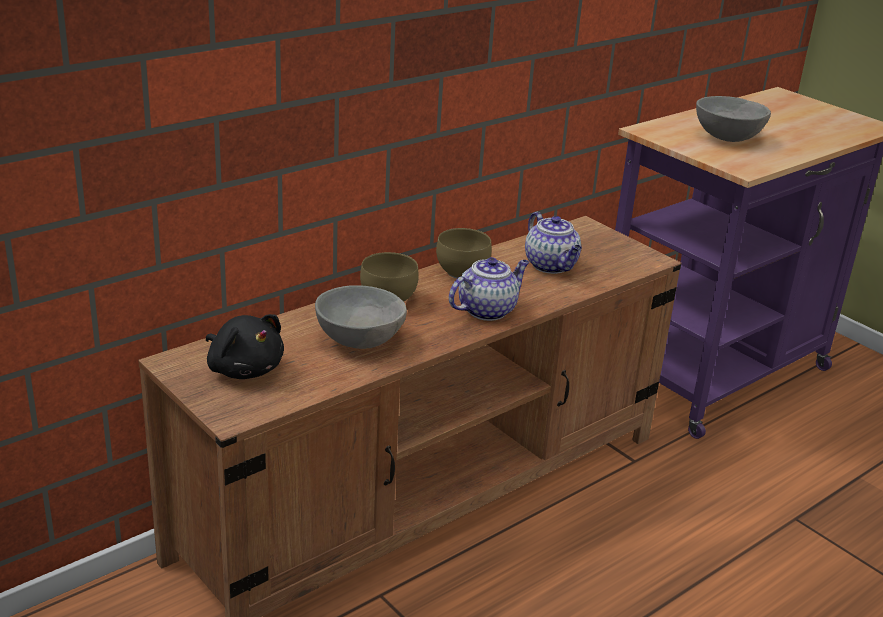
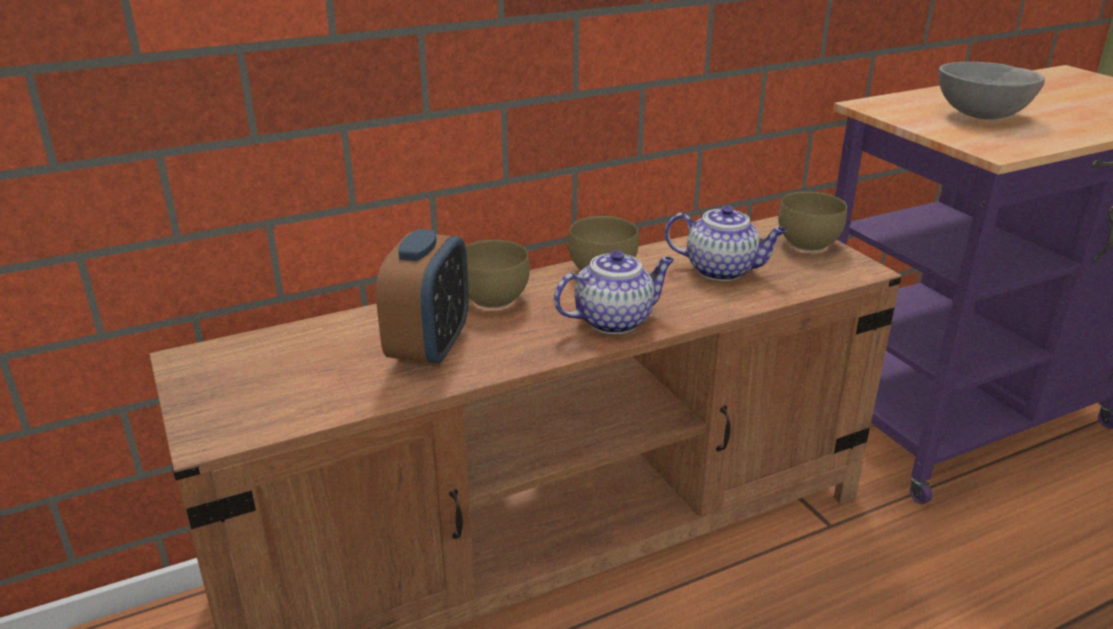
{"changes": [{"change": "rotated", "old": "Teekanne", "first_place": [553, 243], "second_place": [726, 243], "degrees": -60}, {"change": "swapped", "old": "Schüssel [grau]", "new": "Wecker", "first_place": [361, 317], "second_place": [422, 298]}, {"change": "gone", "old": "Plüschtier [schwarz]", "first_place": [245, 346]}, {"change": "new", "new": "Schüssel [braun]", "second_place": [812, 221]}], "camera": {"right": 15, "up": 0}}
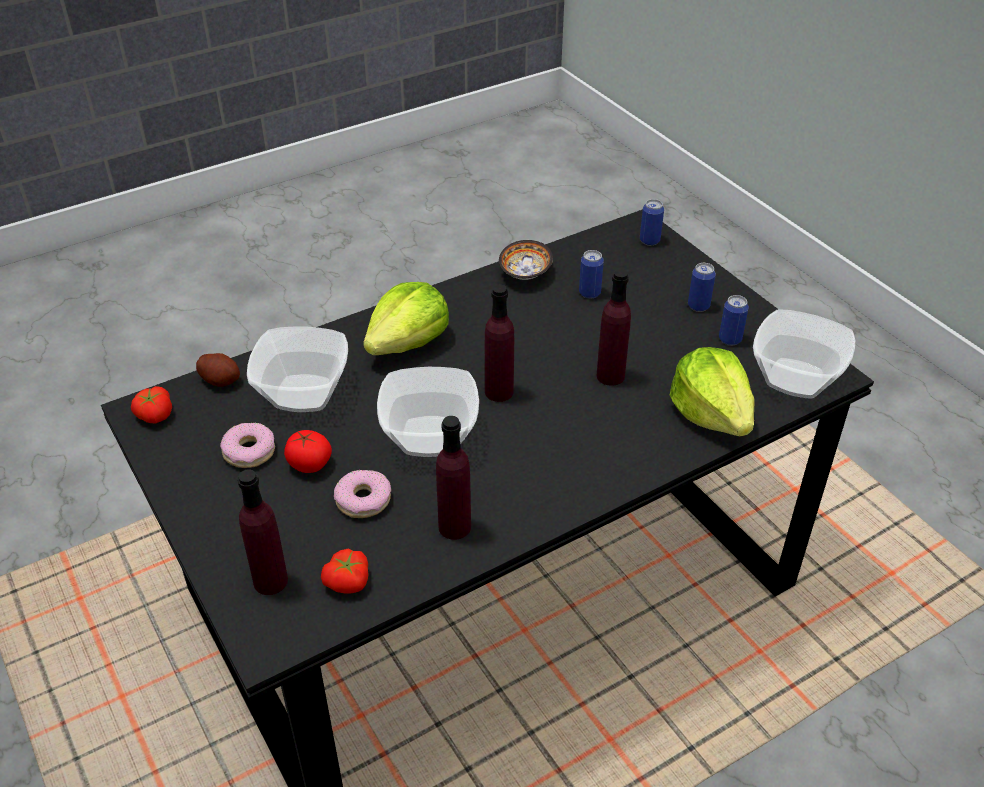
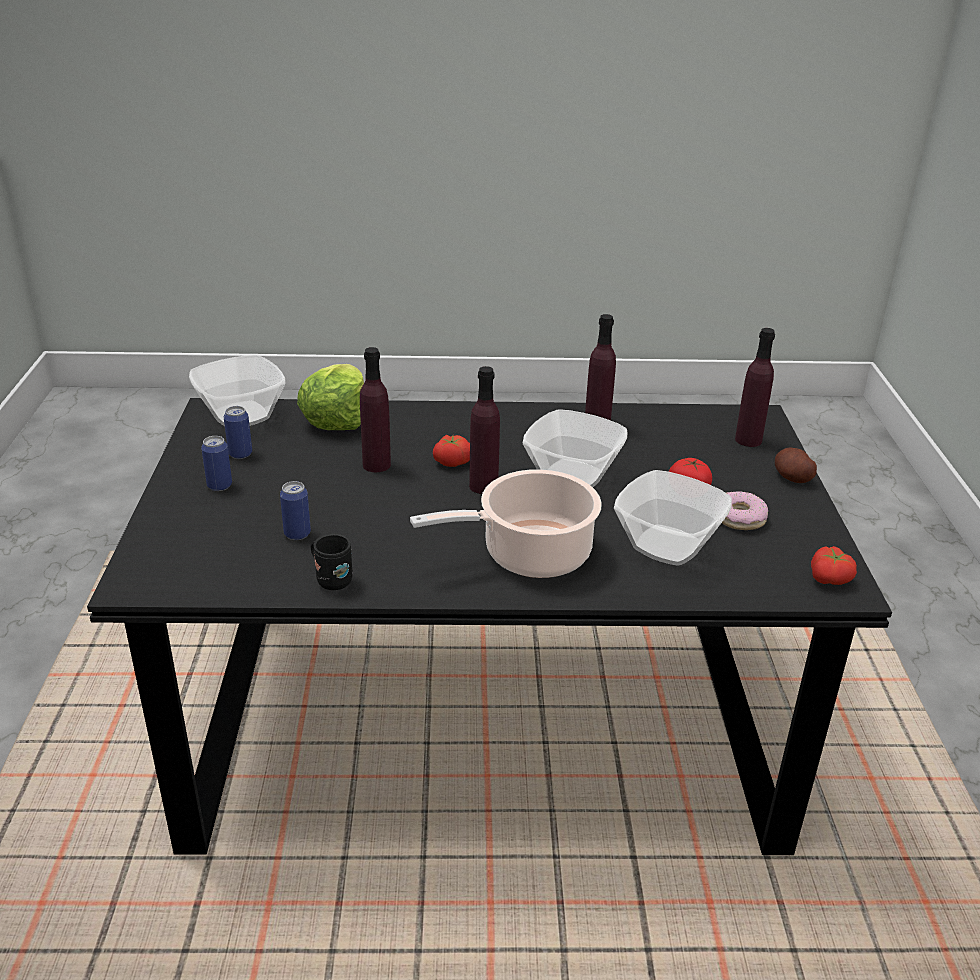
{"changes": [{"change": "gone", "old": "Dose", "first_place": [652, 222]}, {"change": "swapped", "old": "Schüssel", "new": "Henkelbecher [schwarz]", "first_place": [526, 260], "second_place": [332, 562]}, {"change": "swapped", "old": "Salatkopf", "new": "Kochtopf", "first_place": [406, 318], "second_place": [506, 523]}, {"change": "shifted", "old": "Kartoffel", "first_place": [218, 370], "second_place": [796, 465]}, {"change": "gone", "old": "Donut", "first_place": [362, 494]}, {"change": "shifted", "old": "Tomate", "first_place": [345, 571], "second_place": [451, 451]}], "camera": {"right": -150, "up": -10}}
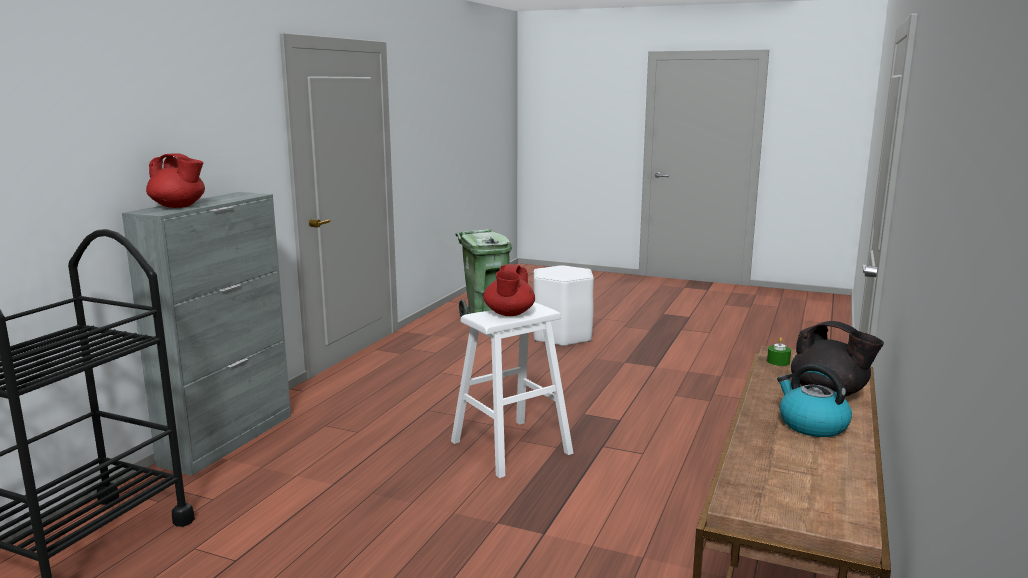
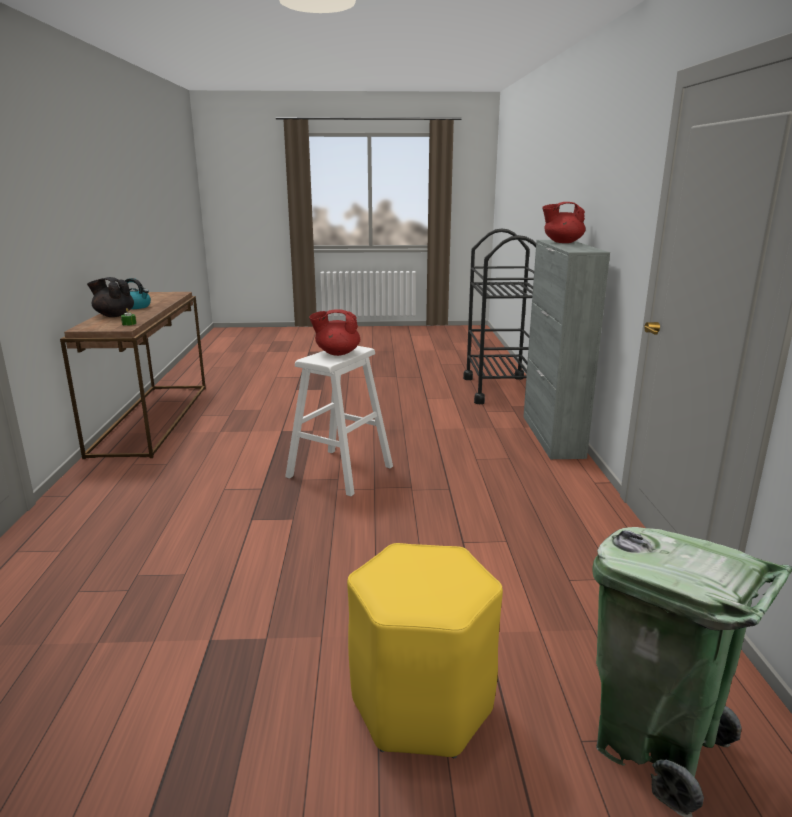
{"changes": [{"change": "rotated", "old": "Teekanne [rot]", "first_place": [509, 290], "second_place": [334, 332], "degrees": -75}, {"change": "repainted", "old": "Hocker [weiß]", "new": "Hocker [gelb]", "first_place": [563, 306], "second_place": [425, 650]}], "camera": {"right": 155, "up": 5}}
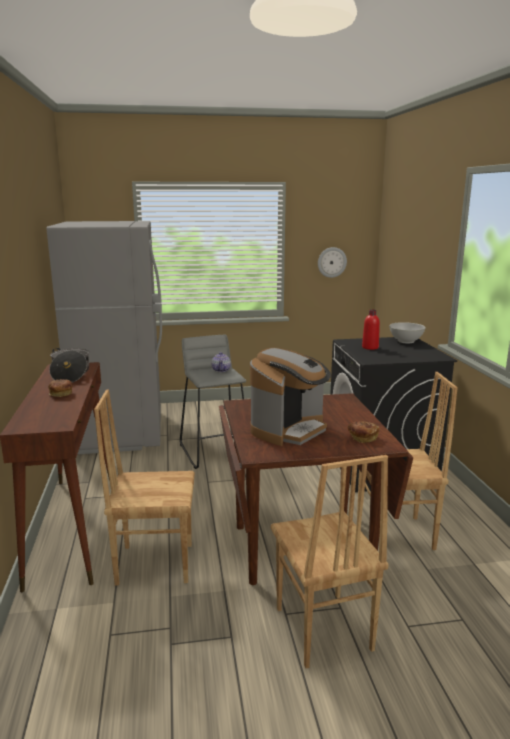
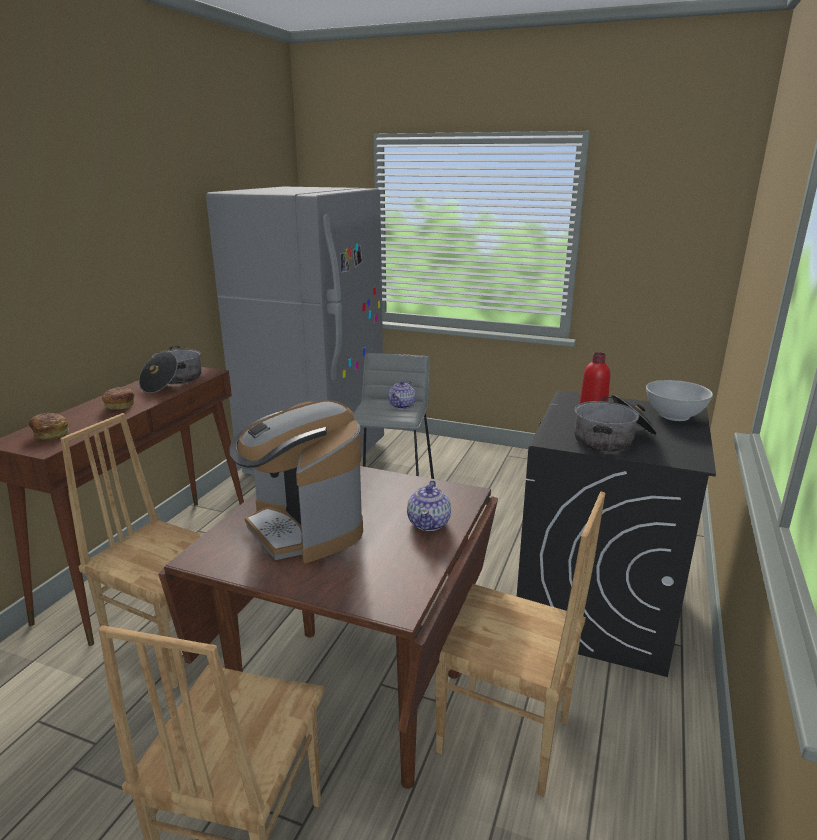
{"changes": [{"change": "gone", "old": "Wanduhr", "first_place": [332, 262]}, {"change": "rotated", "old": "Kaffeemaschine", "first_place": [290, 397], "second_place": [296, 481], "degrees": 75}, {"change": "shifted", "old": "Brot", "first_place": [363, 432], "second_place": [49, 426]}, {"change": "new", "new": "Kochtopf", "second_place": [615, 423]}, {"change": "new", "new": "Teekanne", "second_place": [429, 505]}], "camera": {"right": 30, "up": 5}}
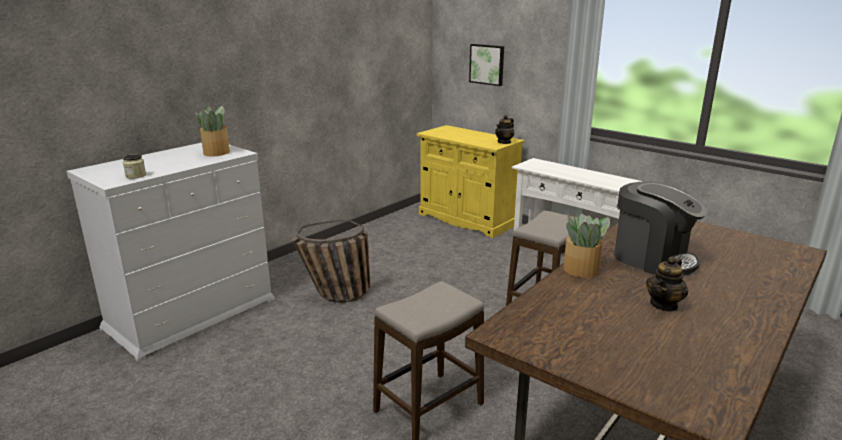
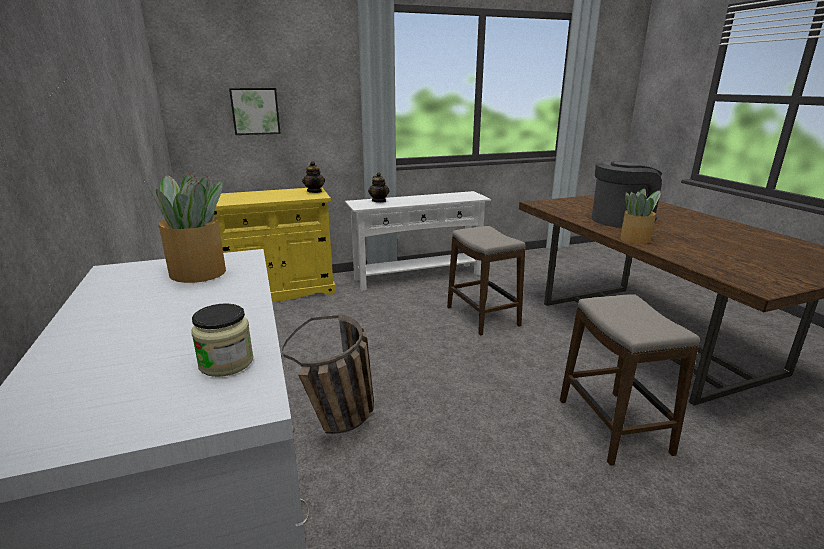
{"changes": [{"change": "shifted", "old": "Teekanne", "first_place": [667, 284], "second_place": [378, 187]}], "camera": {"right": -60, "up": 0}}
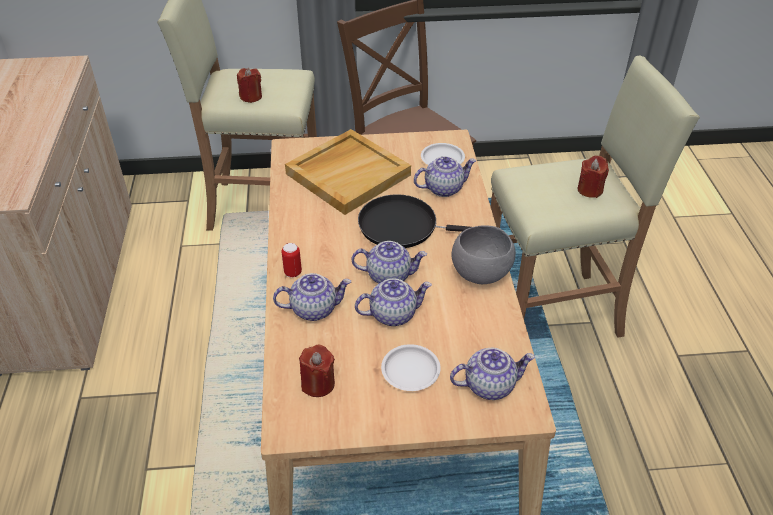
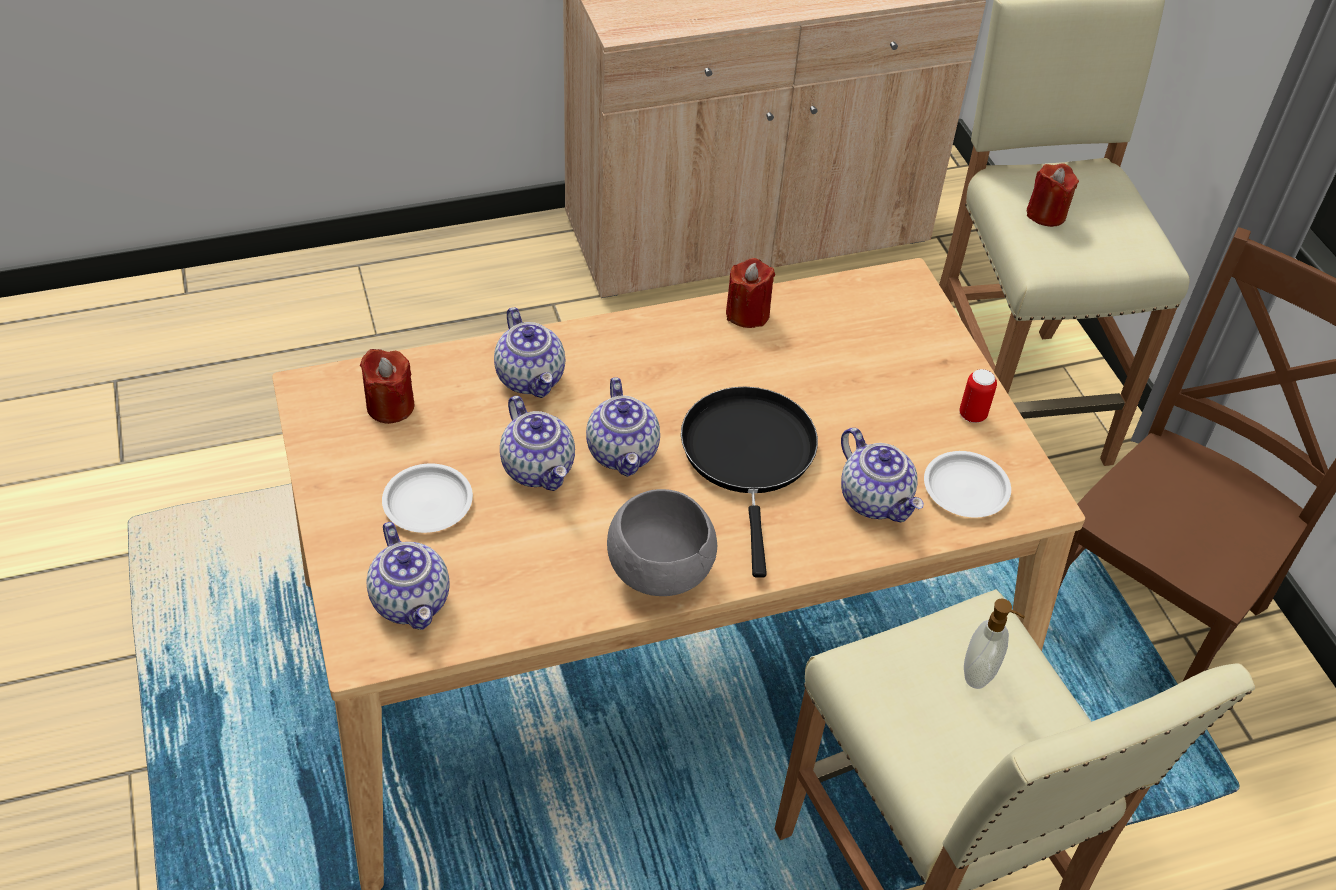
{"changes": [{"change": "gone", "old": "Tablett [beige]", "first_place": [348, 172]}, {"change": "shifted", "old": "Kerze [rot]", "first_place": [593, 176], "second_place": [750, 293]}, {"change": "shifted", "old": "Dose", "first_place": [291, 260], "second_place": [978, 396]}, {"change": "new", "new": "Seifenspender", "second_place": [994, 644]}], "camera": {"right": 75, "up": 5}}
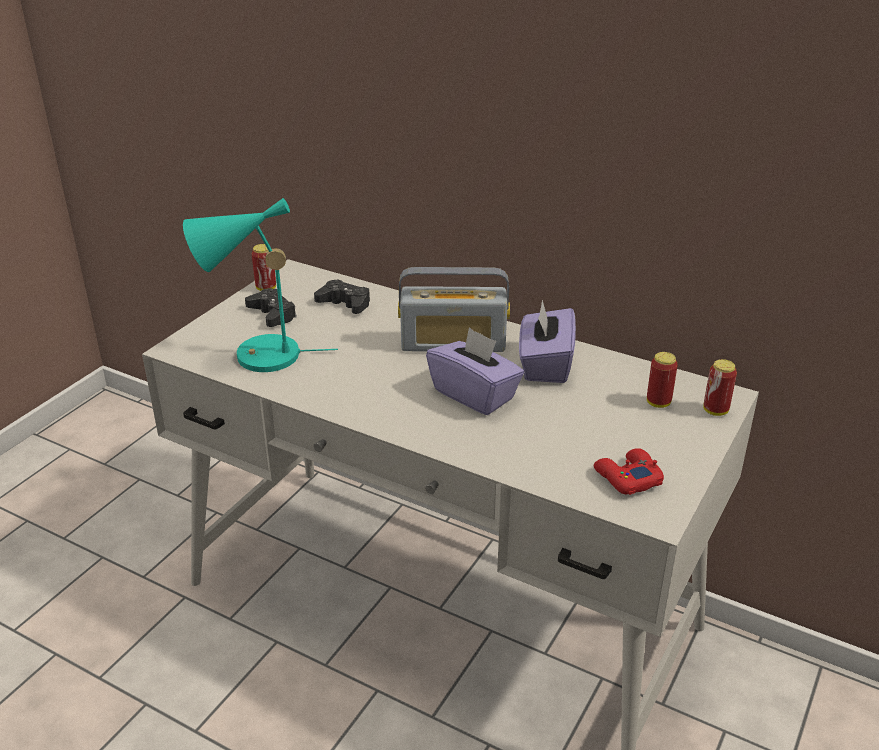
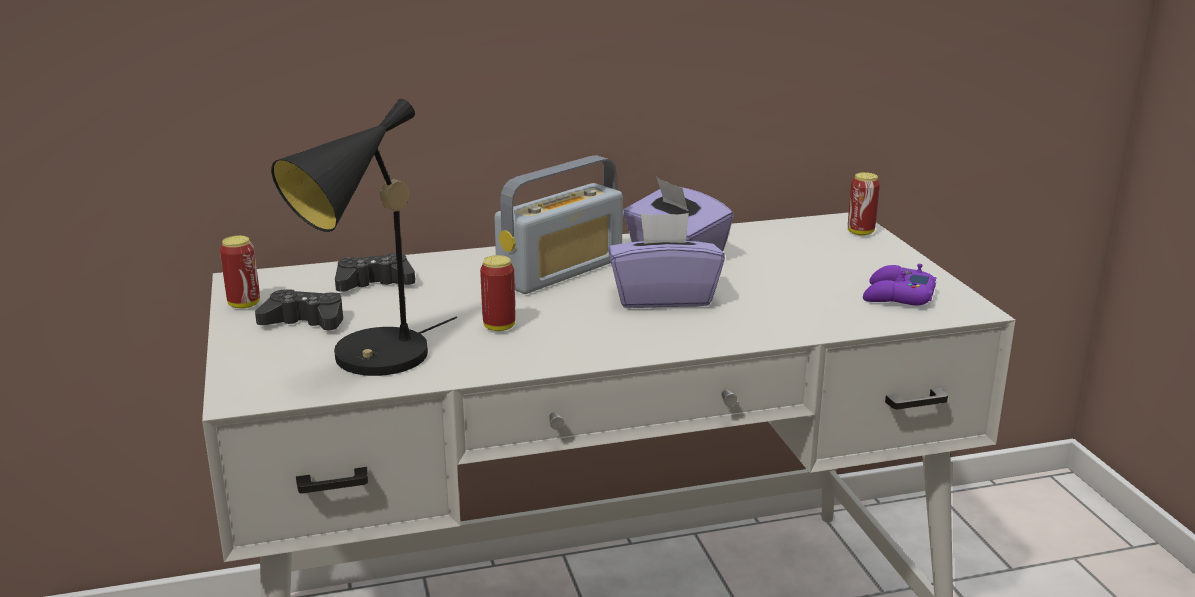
{"changes": [{"change": "repainted", "old": "Tischlampe [türkis]", "new": "Tischlampe [schwarz]", "first_place": [260, 285], "second_place": [364, 237]}, {"change": "shifted", "old": "Dose", "first_place": [662, 380], "second_place": [498, 293]}, {"change": "repainted", "old": "Gamepad [rot]", "new": "Gamepad [lila]", "first_place": [629, 471], "second_place": [899, 284]}], "camera": {"right": -45, "up": -10}}
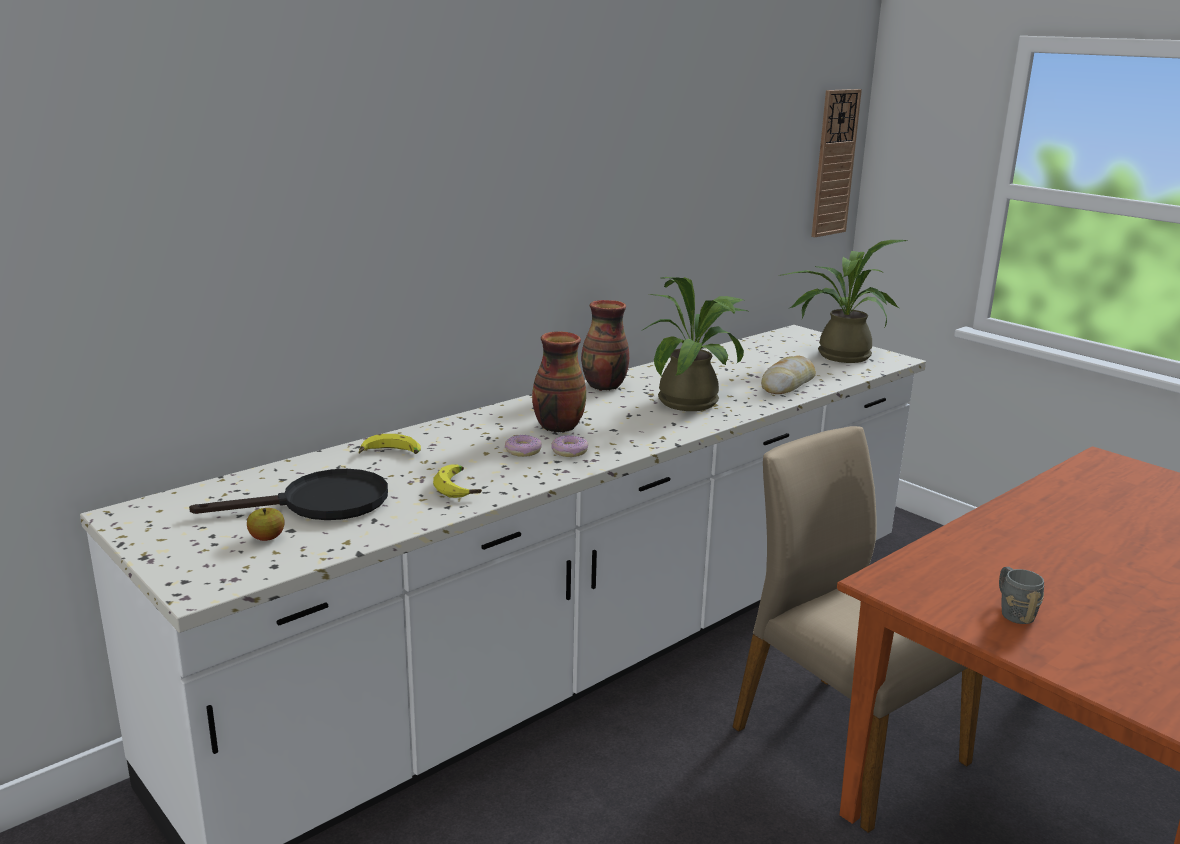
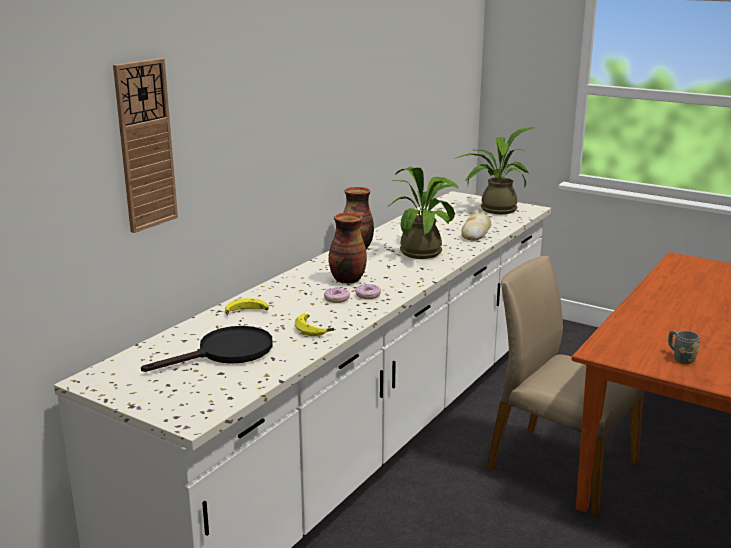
{"changes": [{"change": "shifted", "old": "Wanduhr", "first_place": [836, 163], "second_place": [145, 145]}, {"change": "gone", "old": "Apfel", "first_place": [265, 524]}], "camera": {"right": -15, "up": 0}}
